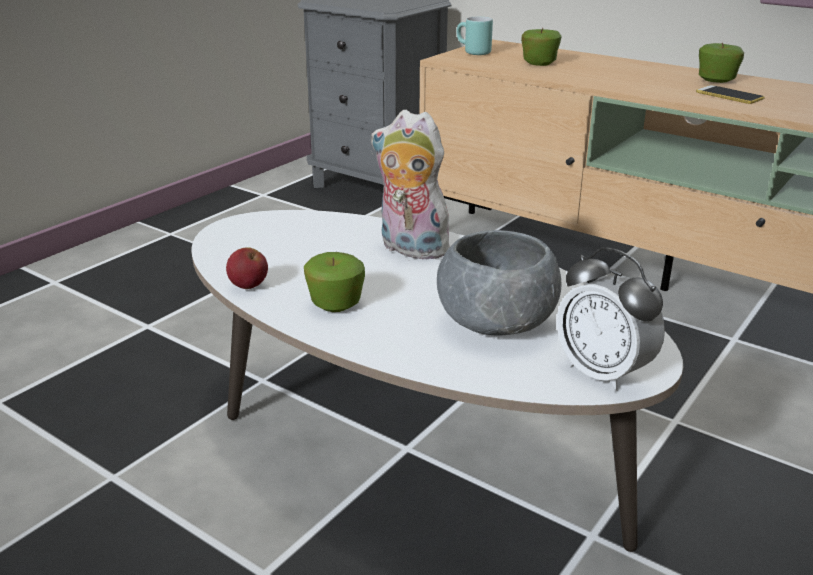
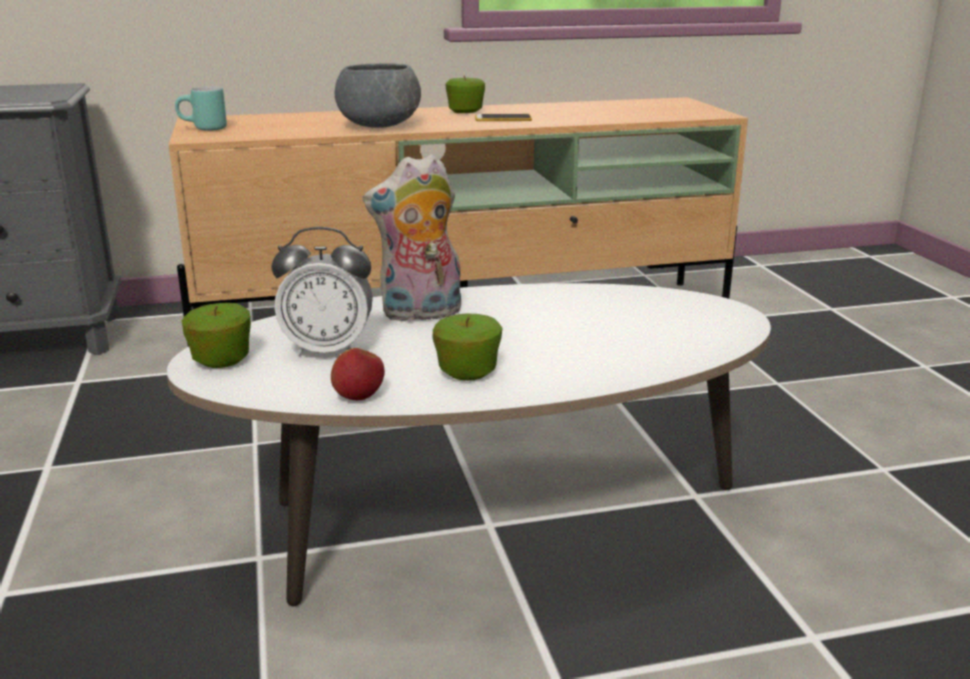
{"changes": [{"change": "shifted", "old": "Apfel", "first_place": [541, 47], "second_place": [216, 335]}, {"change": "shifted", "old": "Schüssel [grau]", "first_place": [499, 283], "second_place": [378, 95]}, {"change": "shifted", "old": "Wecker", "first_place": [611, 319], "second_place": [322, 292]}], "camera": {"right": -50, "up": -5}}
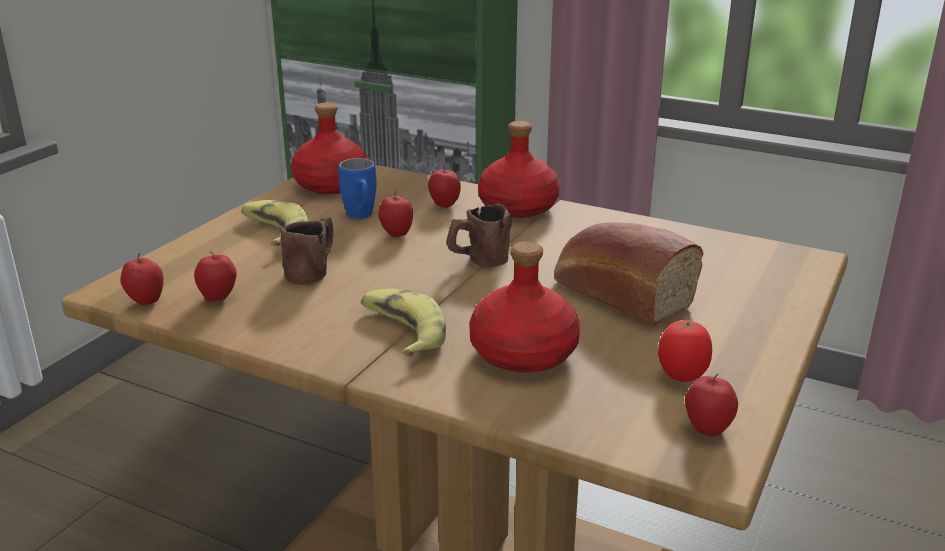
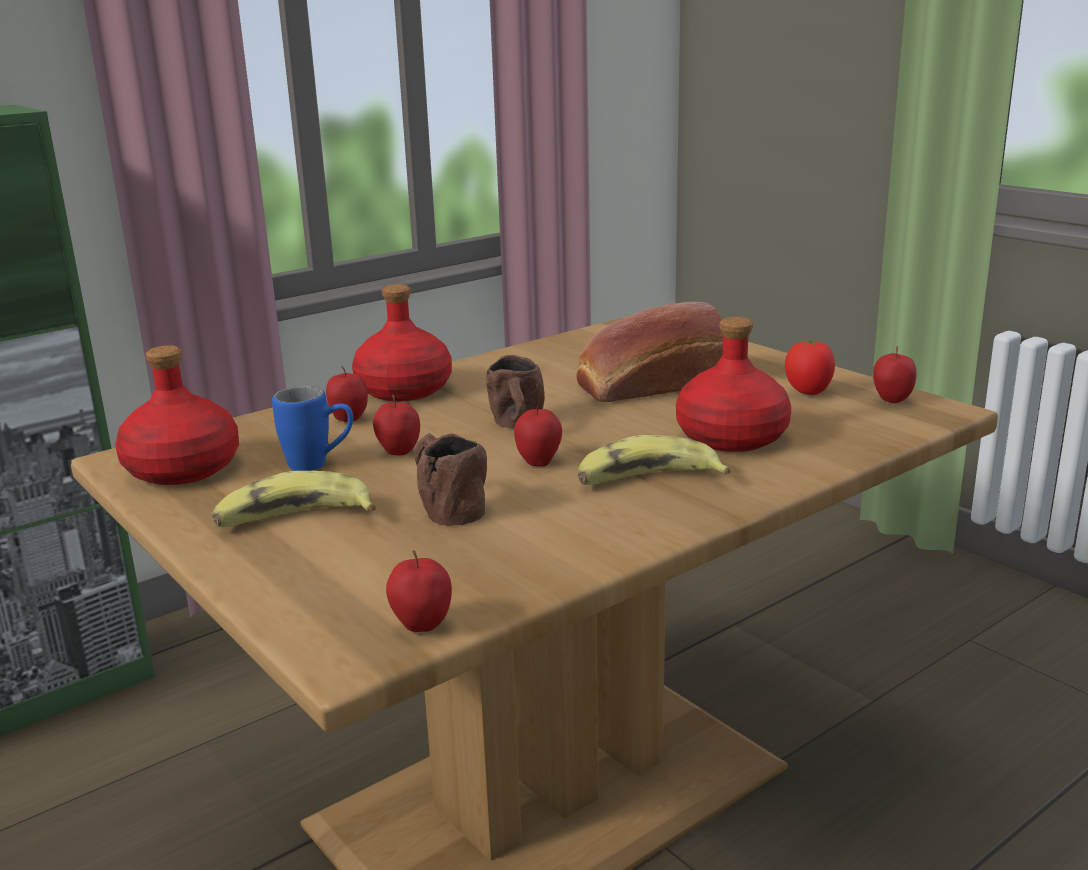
{"changes": [{"change": "shifted", "old": "Apfel", "first_place": [215, 276], "second_place": [538, 435]}], "camera": {"right": -65, "up": -5}}
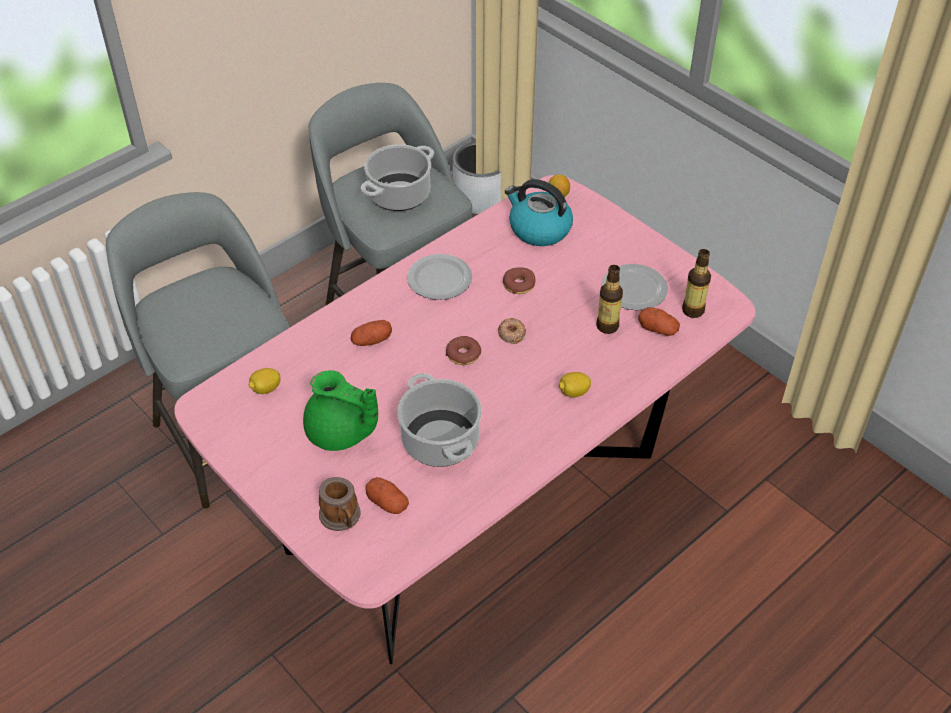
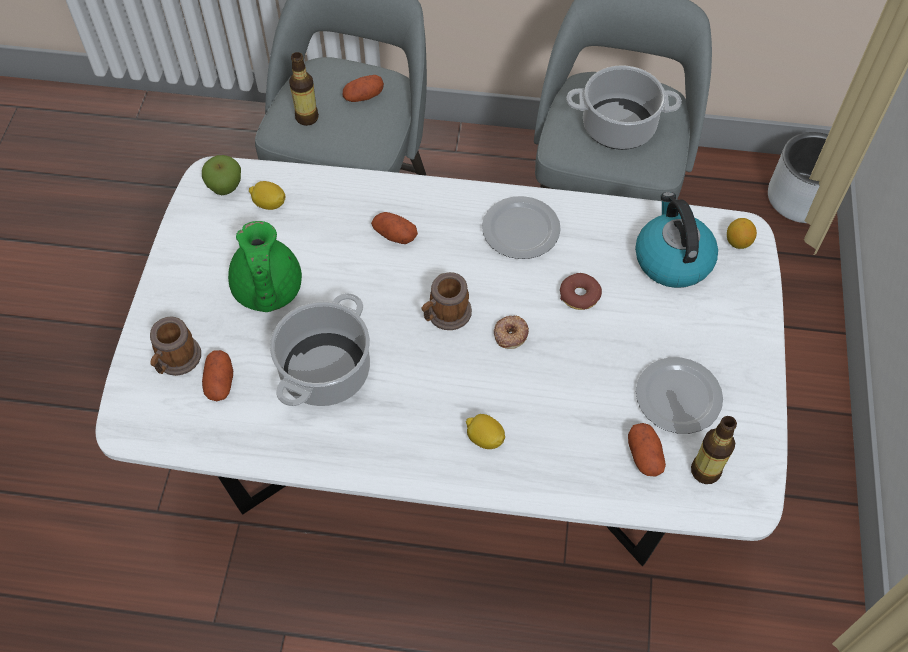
{"changes": [{"change": "repainted", "old": "Esstisch [rosa]", "new": "Esstisch [weiß]", "first_place": [465, 419], "second_place": [442, 361]}, {"change": "shifted", "old": "Flasche", "first_place": [609, 299], "second_place": [304, 89]}, {"change": "swapped", "old": "Donut", "new": "Henkelbecher", "first_place": [463, 350], "second_place": [447, 301]}, {"change": "new", "new": "Kartoffel", "second_place": [363, 88]}, {"change": "new", "new": "Apfel", "second_place": [221, 175]}], "camera": {"right": 50, "up": 10}}
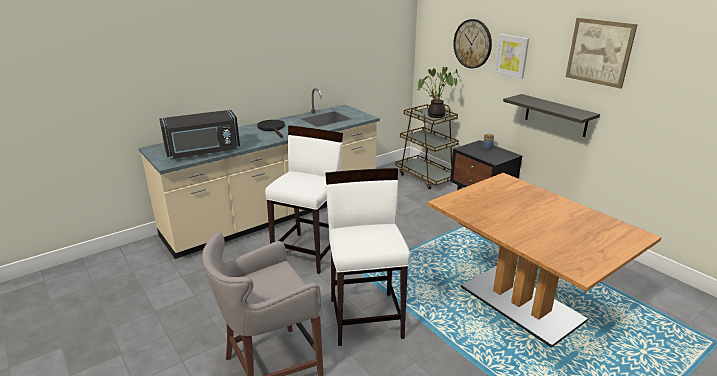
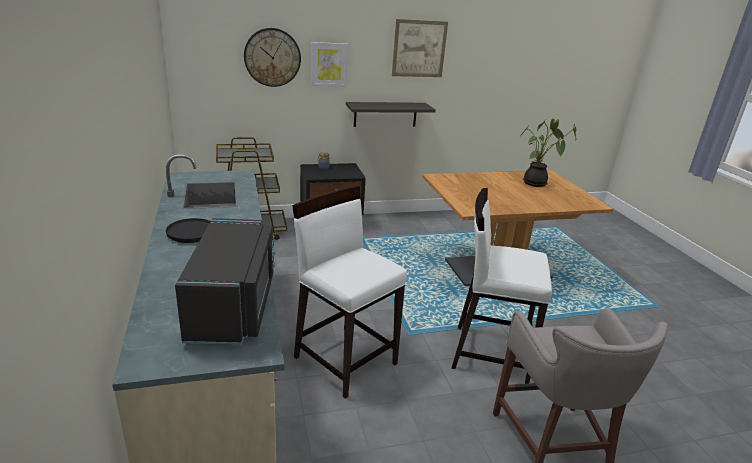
{"changes": [{"change": "shifted", "old": "Topfpflanze", "first_place": [439, 92], "second_place": [548, 153]}], "camera": {"right": -70, "up": 0}}
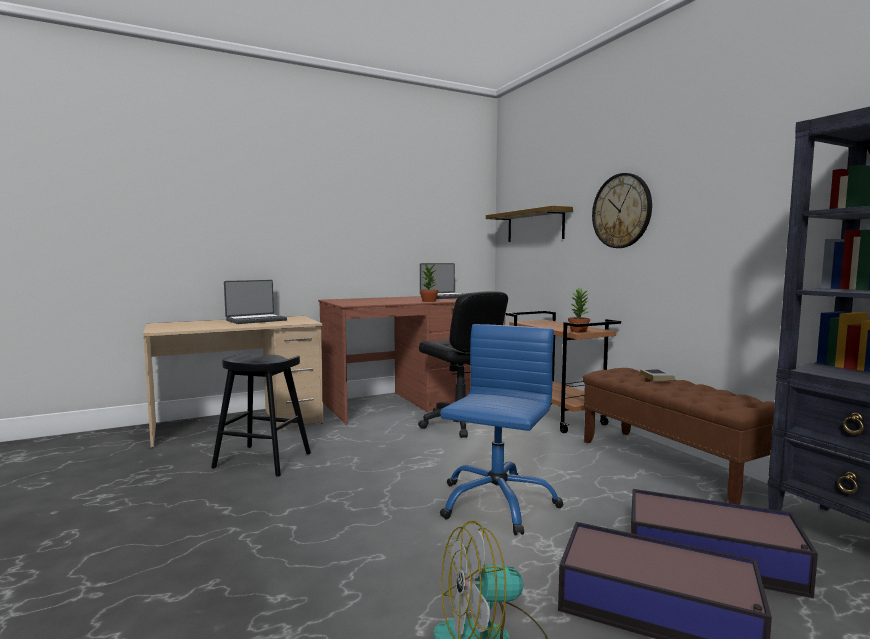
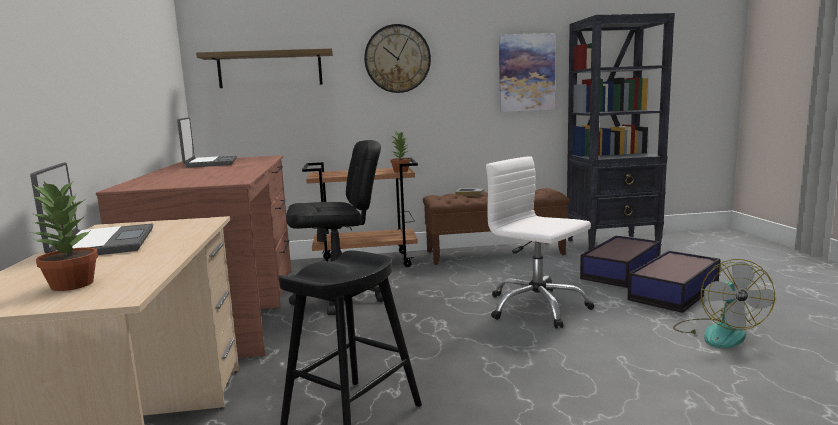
{"changes": [{"change": "shifted", "old": "Topfpflanze", "first_place": [429, 283], "second_place": [64, 235]}, {"change": "repainted", "old": "Bürostuhl [blau]", "new": "Bürostuhl [weiß]", "first_place": [501, 429], "second_place": [540, 242]}, {"change": "new", "new": "Bild", "second_place": [527, 72]}], "camera": {"right": -70, "up": 5}}
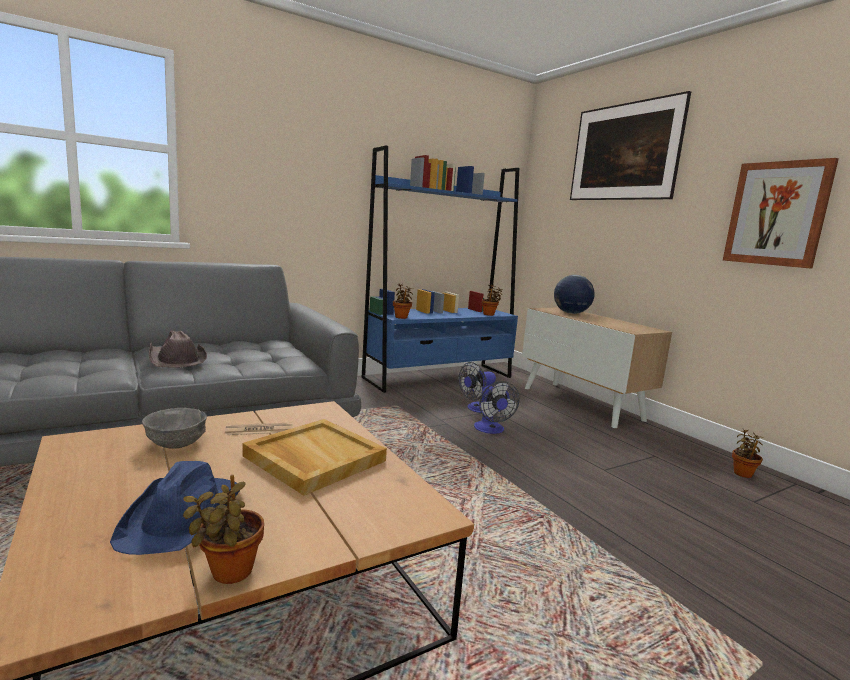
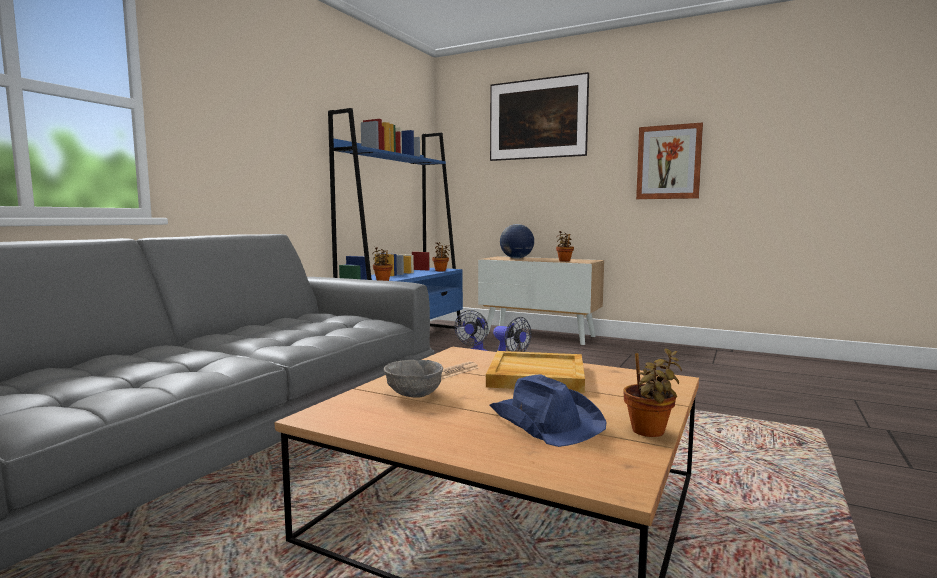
{"changes": [{"change": "gone", "old": "Hut [braun]", "first_place": [178, 349]}, {"change": "shifted", "old": "Topfpflanze", "first_place": [747, 453], "second_place": [565, 246]}], "camera": {"right": -30, "up": -5}}
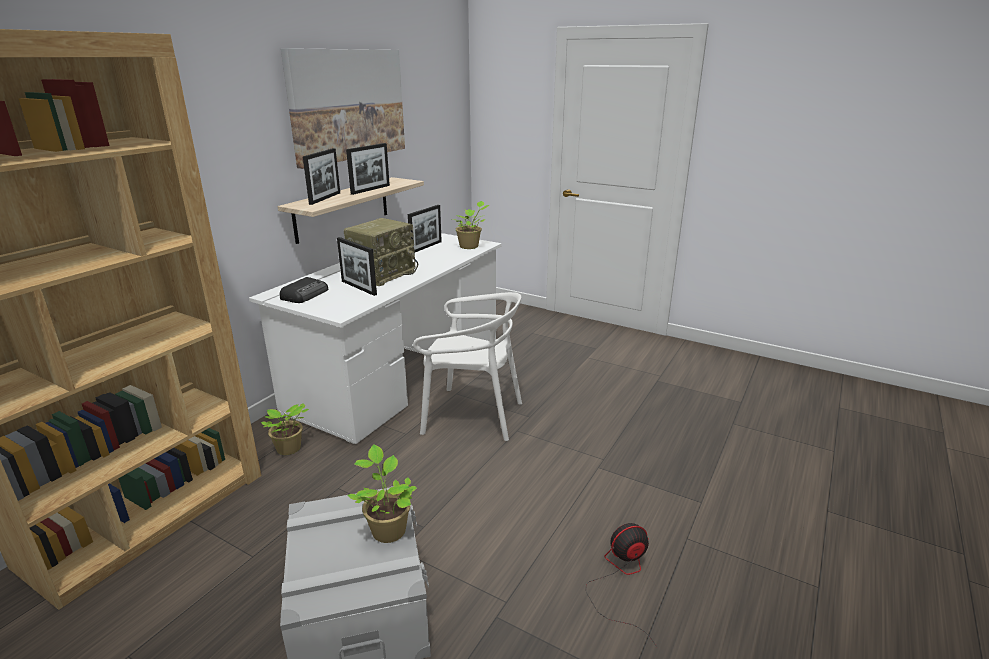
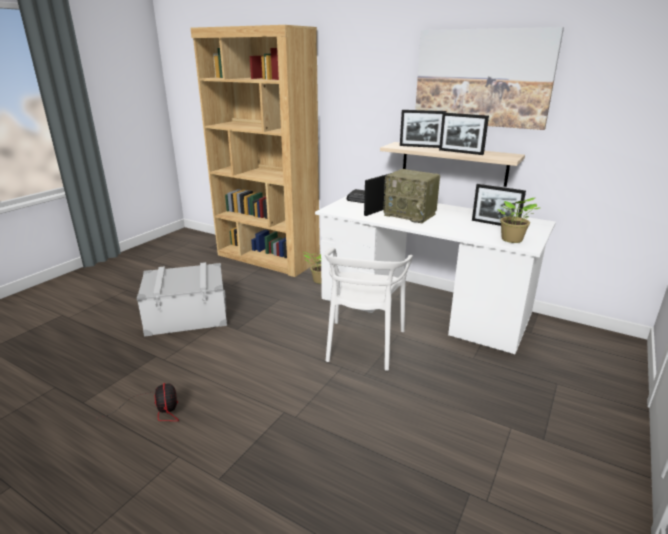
{"changes": [{"change": "gone", "old": "Topfpflanze", "first_place": [382, 493]}], "camera": {"right": 90, "up": 0}}
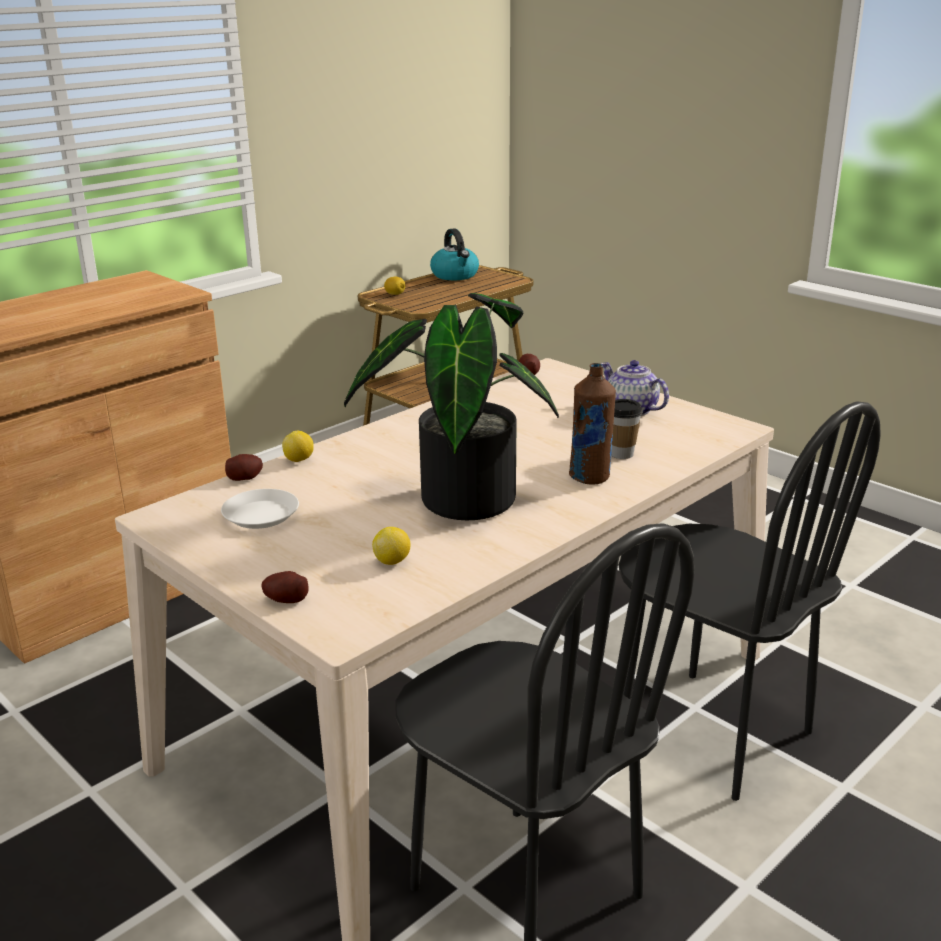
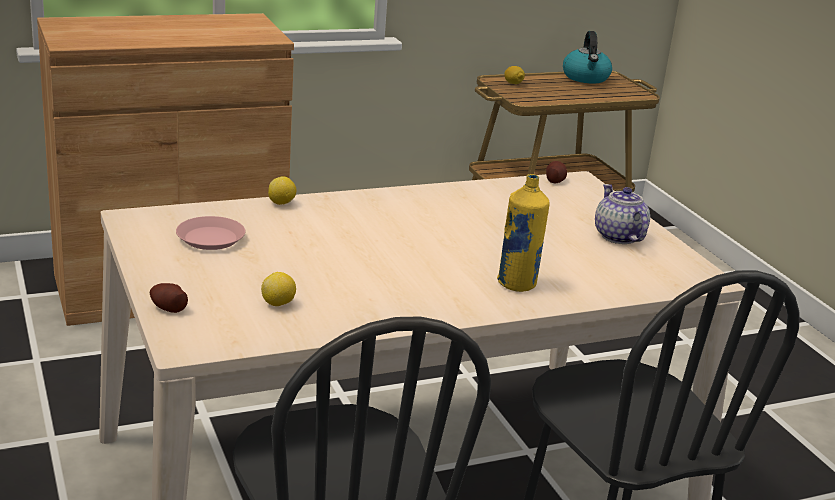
{"changes": [{"change": "gone", "old": "Topfpflanze", "first_place": [451, 406]}, {"change": "repainted", "old": "Flasche [braun]", "new": "Flasche [gelb]", "first_place": [592, 424], "second_place": [523, 233]}, {"change": "gone", "old": "Tasse", "first_place": [627, 429]}, {"change": "gone", "old": "Kartoffel", "first_place": [244, 467]}, {"change": "repainted", "old": "Teller [weiß]", "new": "Teller [rosa]", "first_place": [260, 509], "second_place": [211, 233]}], "camera": {"right": 20, "up": 0}}
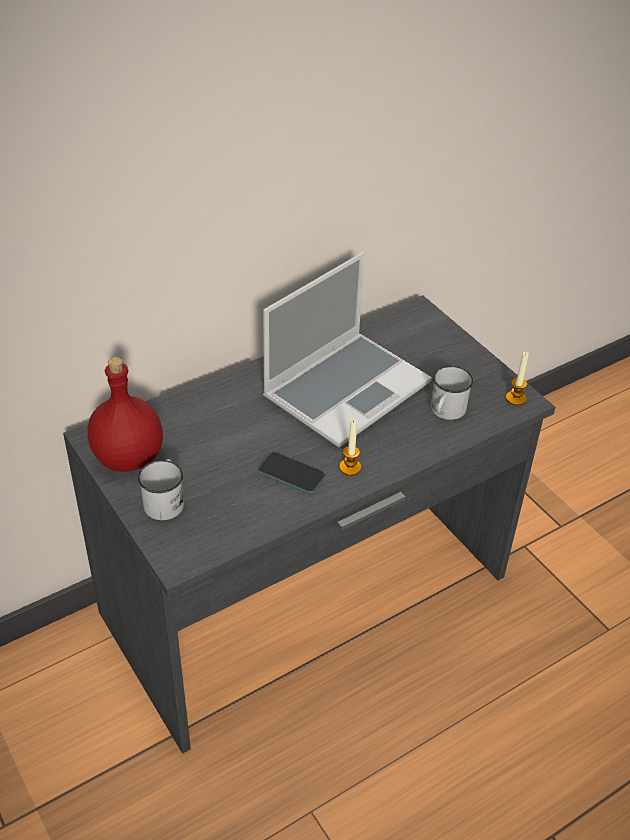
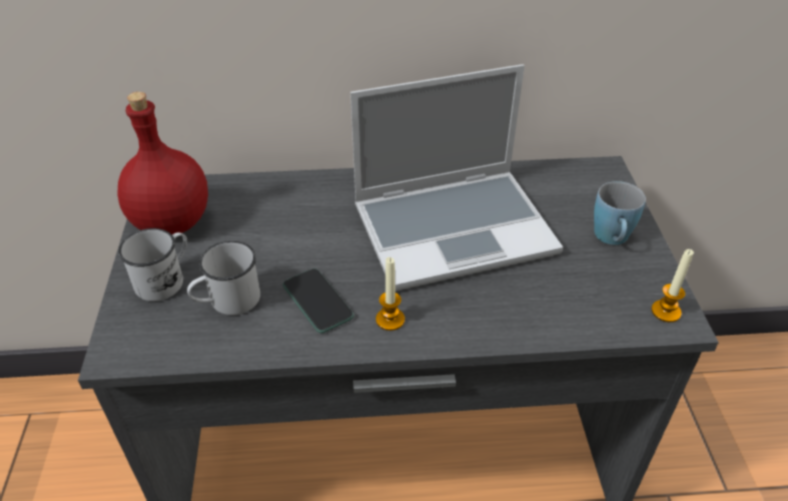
{"changes": [{"change": "shifted", "old": "Henkelbecher [weiß]", "first_place": [452, 393], "second_place": [223, 278]}, {"change": "new", "new": "Henkelbecher [blau]", "second_place": [620, 213]}], "camera": {"right": 30, "up": 0}}
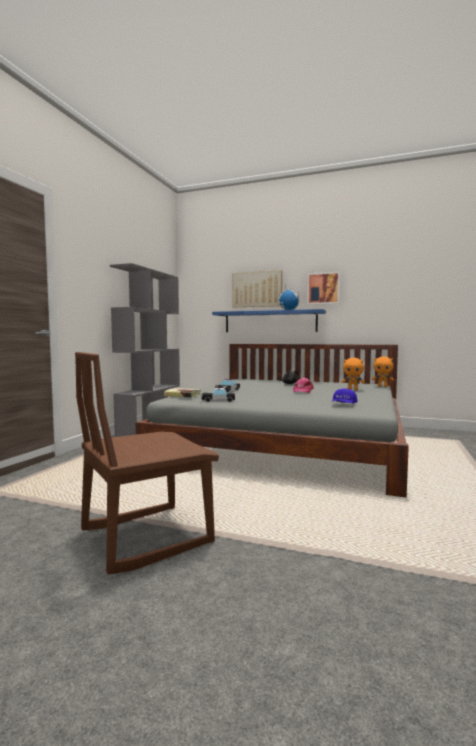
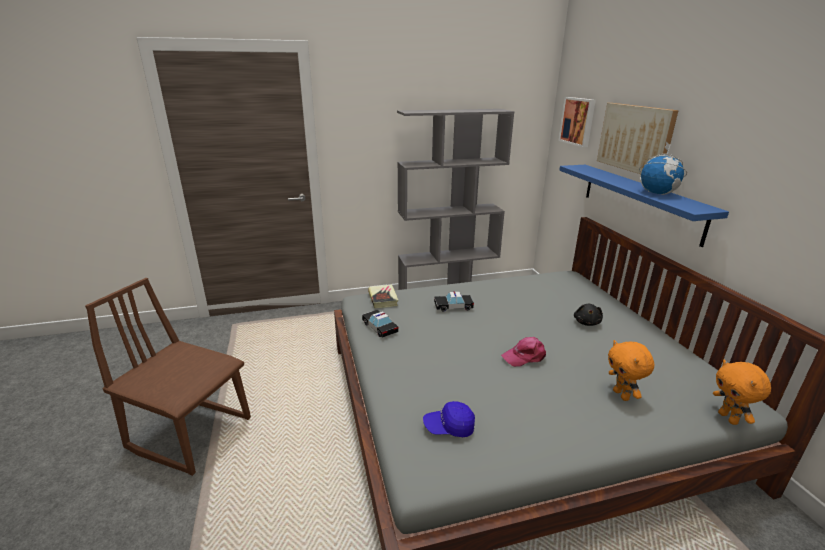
{"changes": [{"change": "shifted", "old": "Bild", "first_place": [323, 288], "second_place": [577, 122]}], "camera": {"right": 55, "up": 20}}
